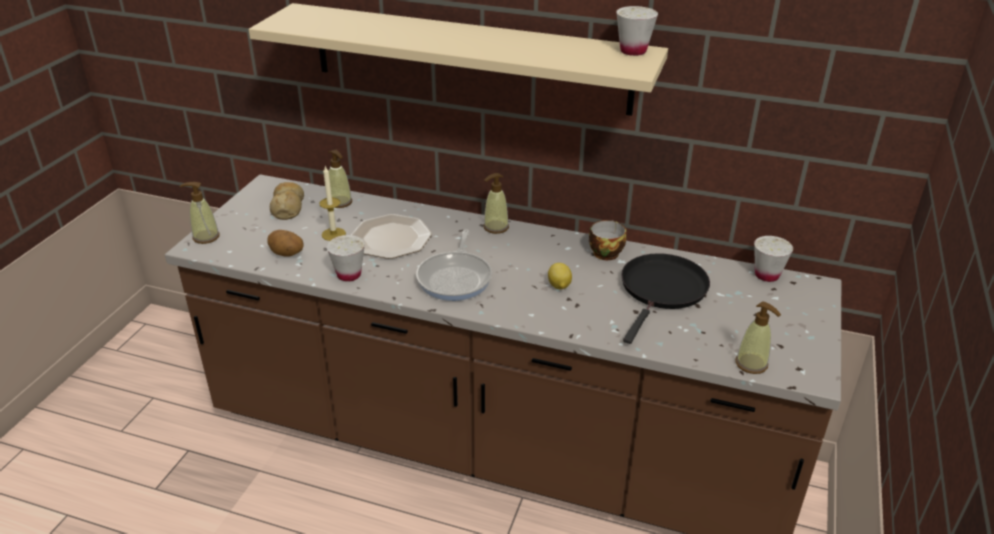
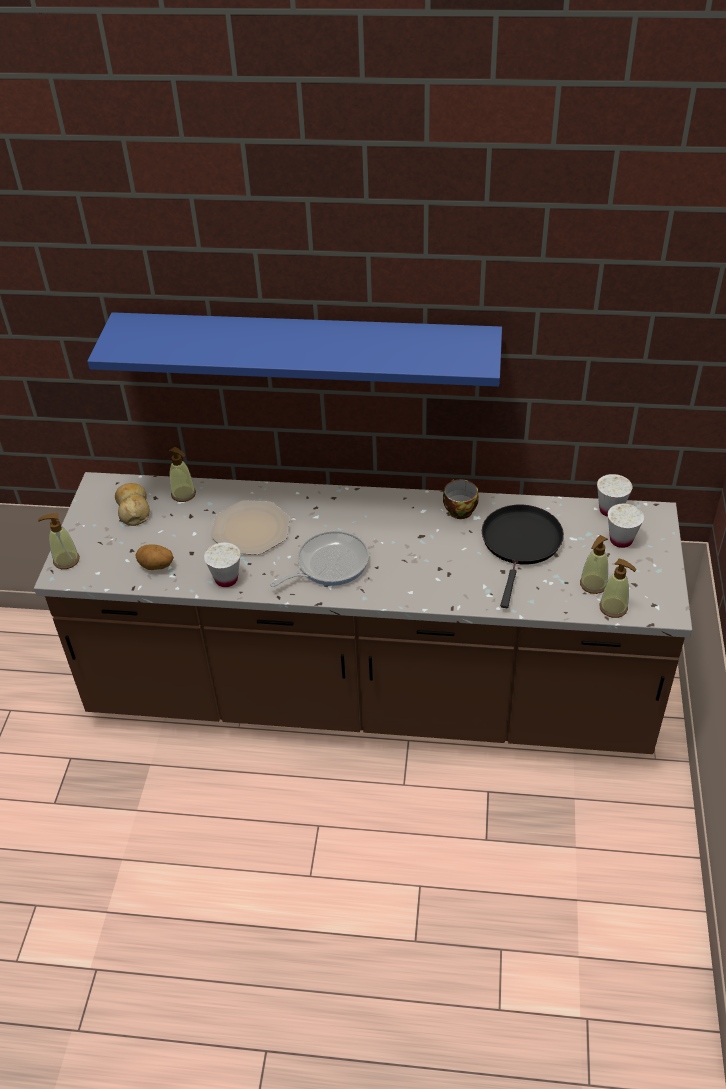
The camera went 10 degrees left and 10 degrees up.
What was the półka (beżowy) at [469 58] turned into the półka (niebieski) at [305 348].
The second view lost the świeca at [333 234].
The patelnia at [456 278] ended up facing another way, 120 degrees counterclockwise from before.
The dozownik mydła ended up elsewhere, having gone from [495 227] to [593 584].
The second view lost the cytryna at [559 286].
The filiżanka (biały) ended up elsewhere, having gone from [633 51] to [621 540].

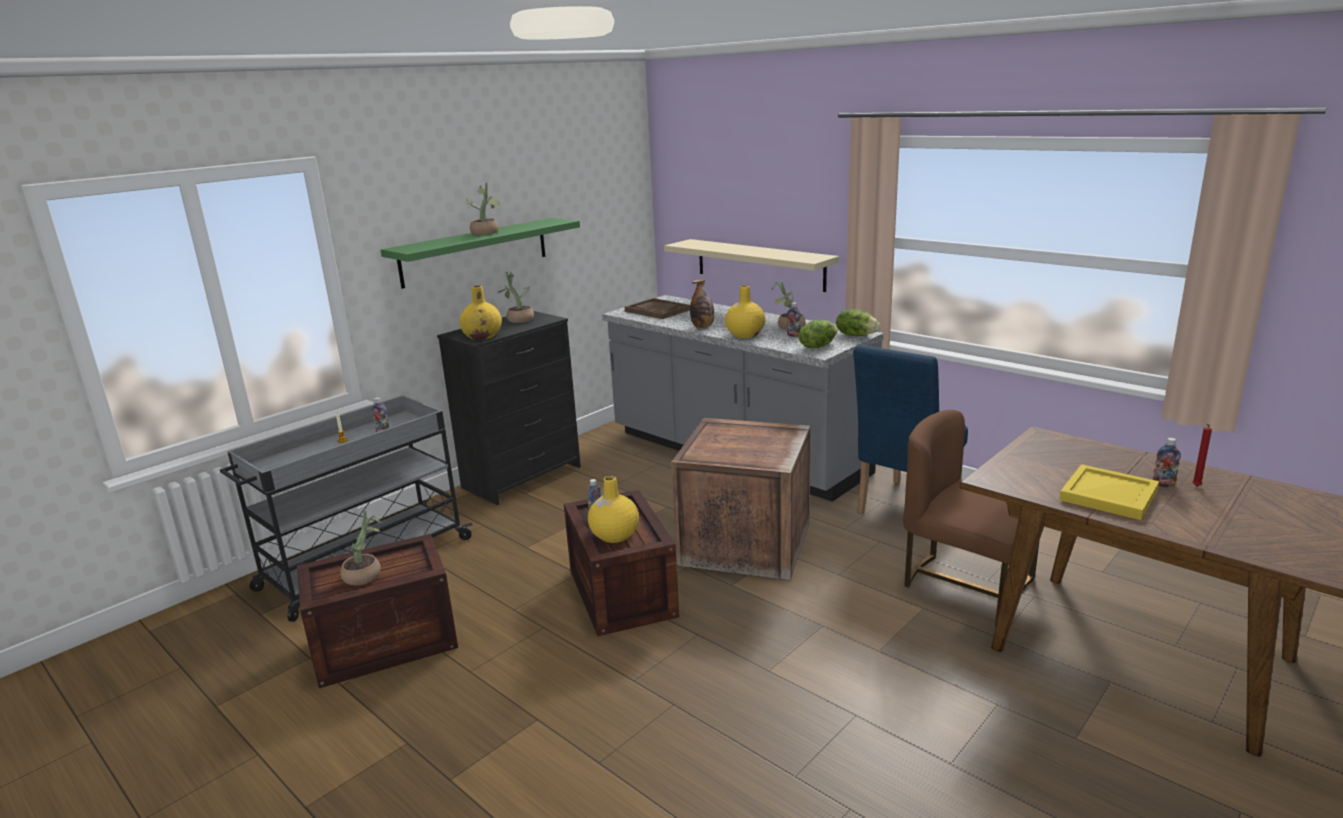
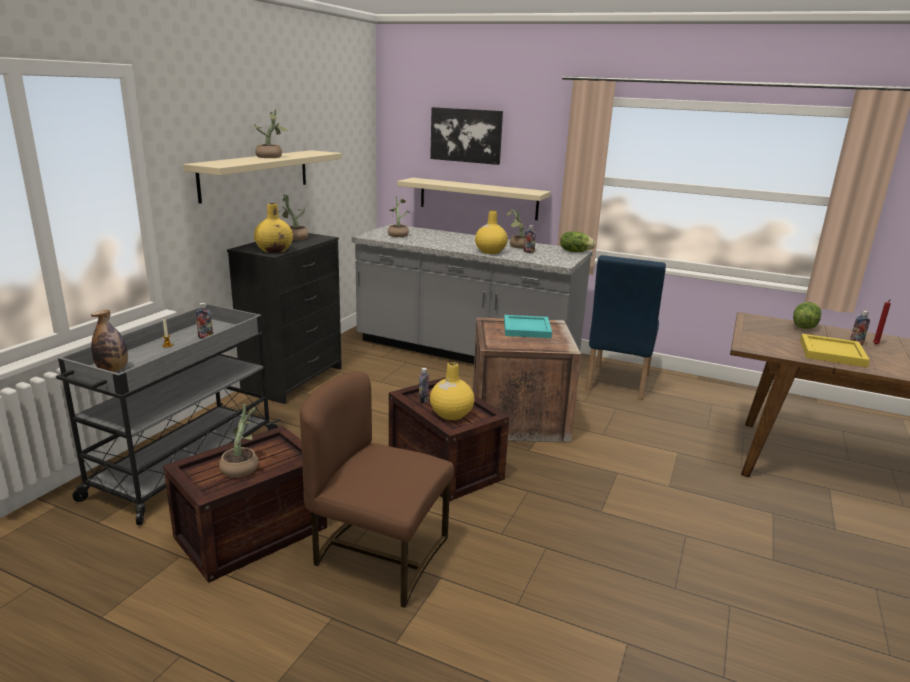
The camera went 20 degrees left and 0 degrees up.
What was the półka (zielony) at [475 252] turned into the półka (beżowy) at [255 174].
Where the taca (brązowy) stood at [657 310], the roślina doniczkowa came to stand at [398 234].
The butelka ended up elsewhere, having gone from [703 327] to [113 370].
The sałata ended up elsewhere, having gone from [817 346] to [803 326].
The krzesło (brązowy) ended up elsewhere, having gone from [965 586] to [378 556].
The second view gained the obraz at [466 135].
The second view gained the taca (turkusowy) at [526 329].

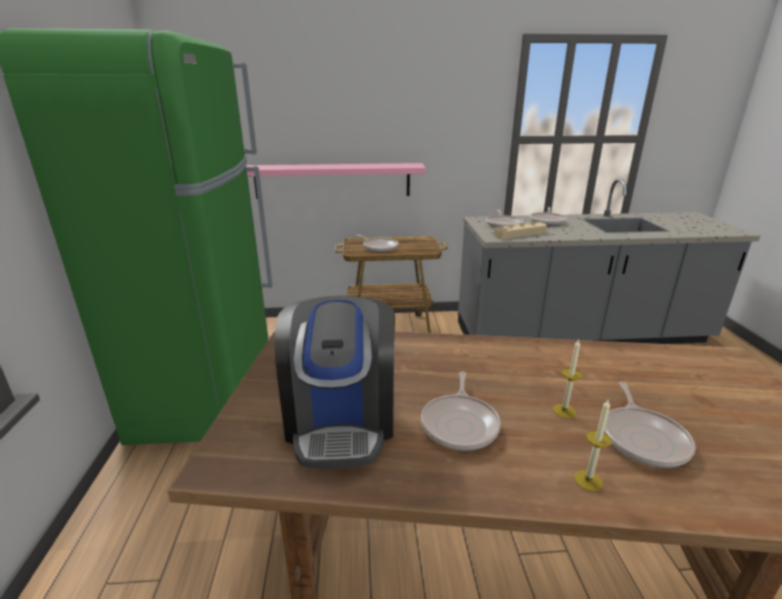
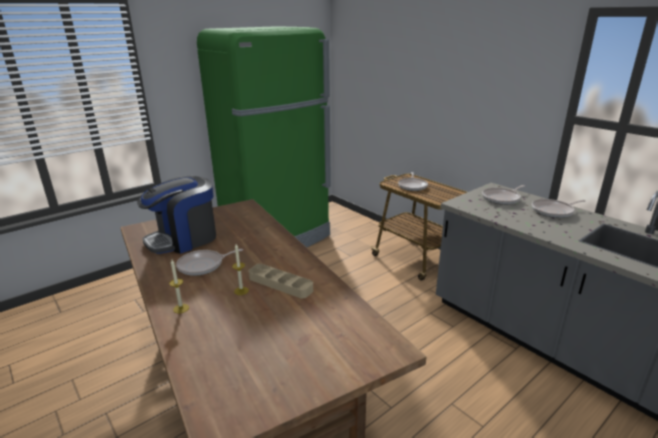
The camera went 55 degrees right and 0 degrees up.
The second view lost the półka (różowy) at [333 180].
The taca (beżowy) ended up elsewhere, having gone from [520 233] to [280 284].
The second view lost the patelnia at [643 438].

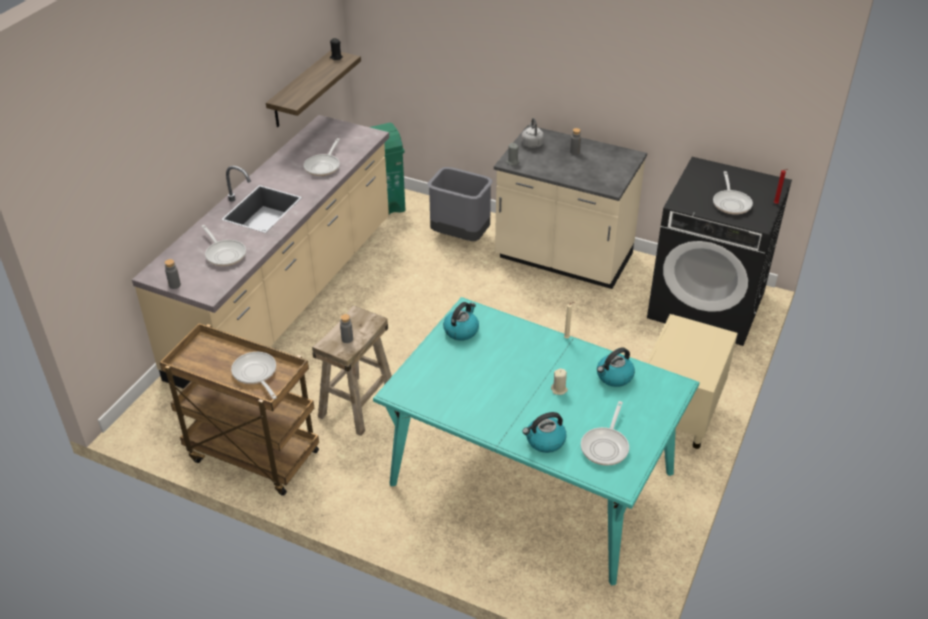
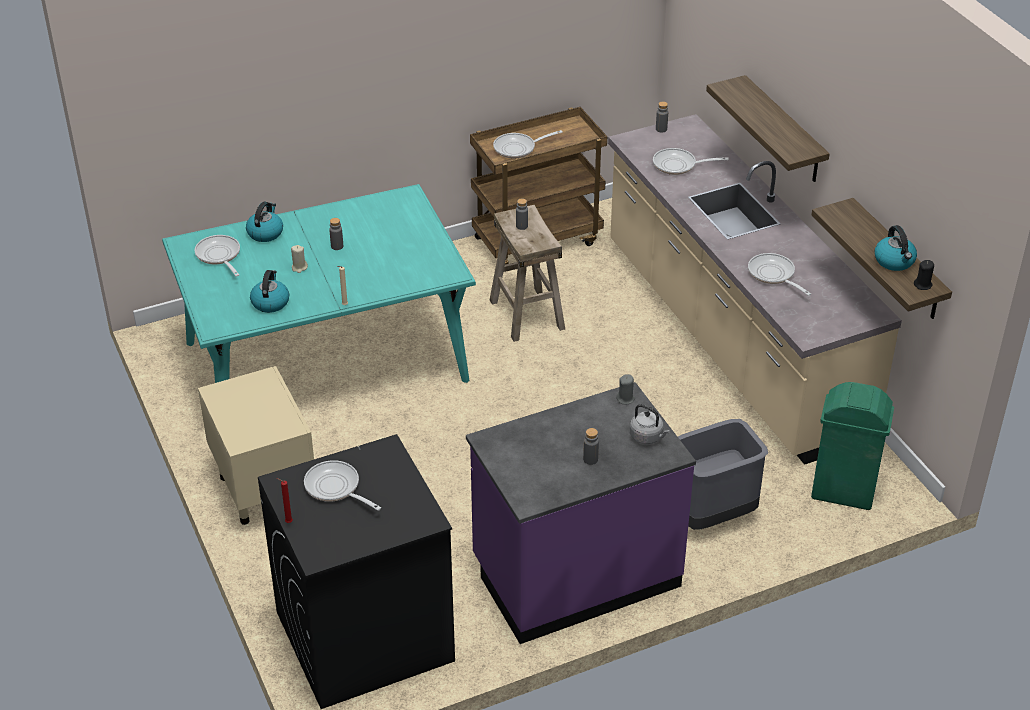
The camera went 130 degrees right and 0 degrees up.
The patelnia at [256 374] ended up facing another way, 150 degrees clockwise from before.
The czajnik ended up elsewhere, having gone from [461 330] to [894 261].
What was the zabudowa kuchenna (beżowy) at [563 259] turned into the zabudowa kuchenna (fioletowy) at [575 573].
The second view gained the butelka (szary) at [337 246].
The second view gained the półka at [784 131].

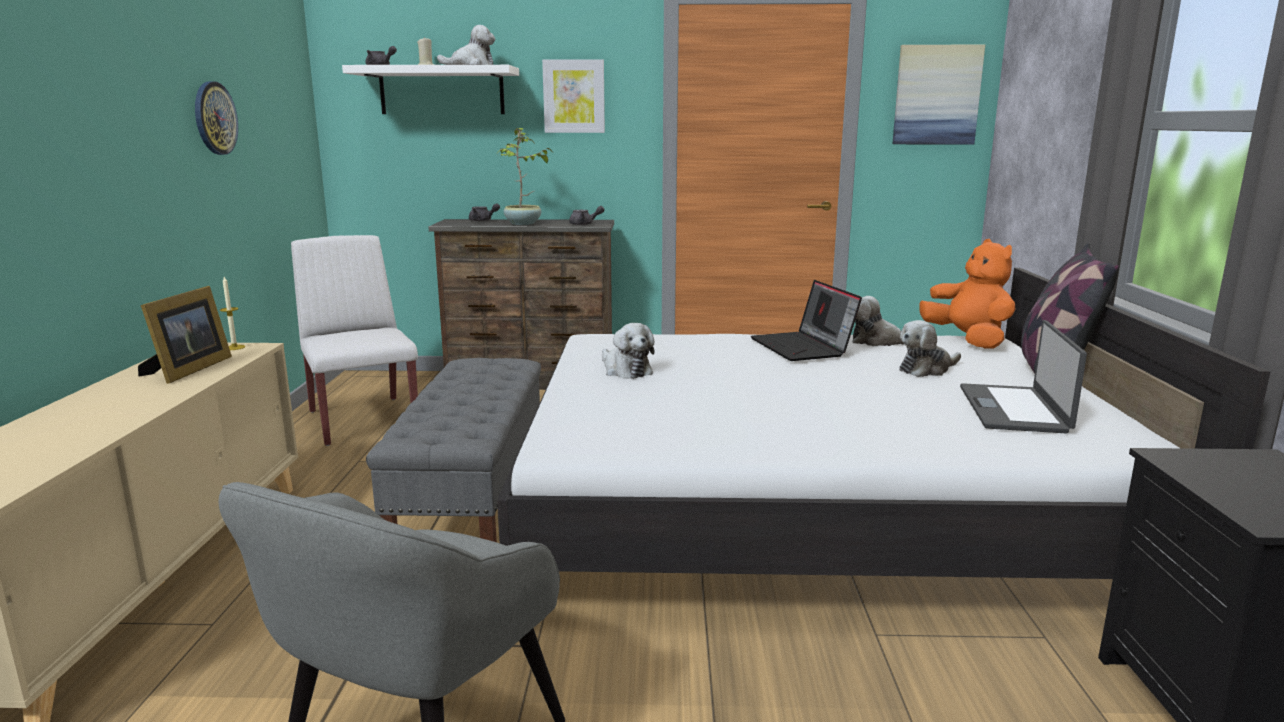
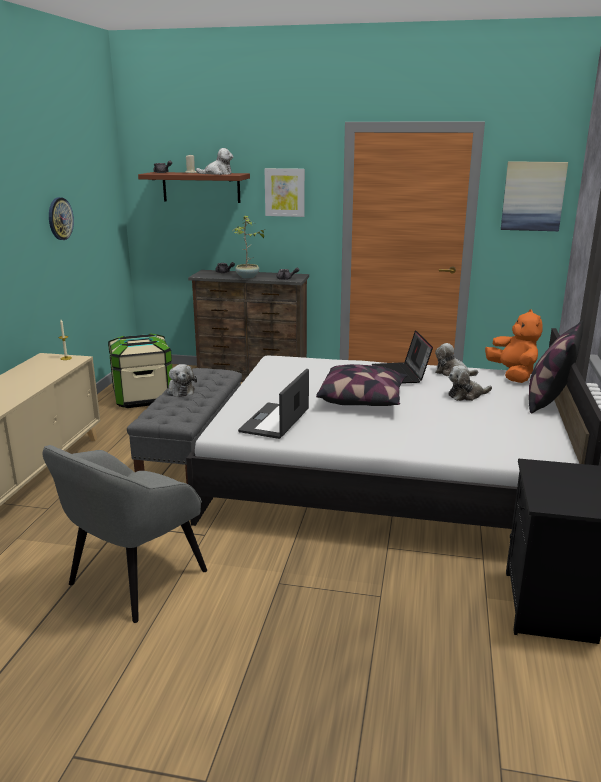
The camera went 10 degrees right and 5 degrees up.
The second view lost the ramka na zdjęcie at [188 370].
Where the krzesło (biały) stood at [362 420], the pojemnik do przechowywania came to stand at [143 397].
What was the półka (biały) at [442 91] turned into the półka (brązowy) at [201 187].
The pluszak ended up elsewhere, having gone from [625 370] to [180 390].
The laptop ended up elsewhere, having gone from [1014 409] to [276 421].
The second view gained the poduszka at [363 400].

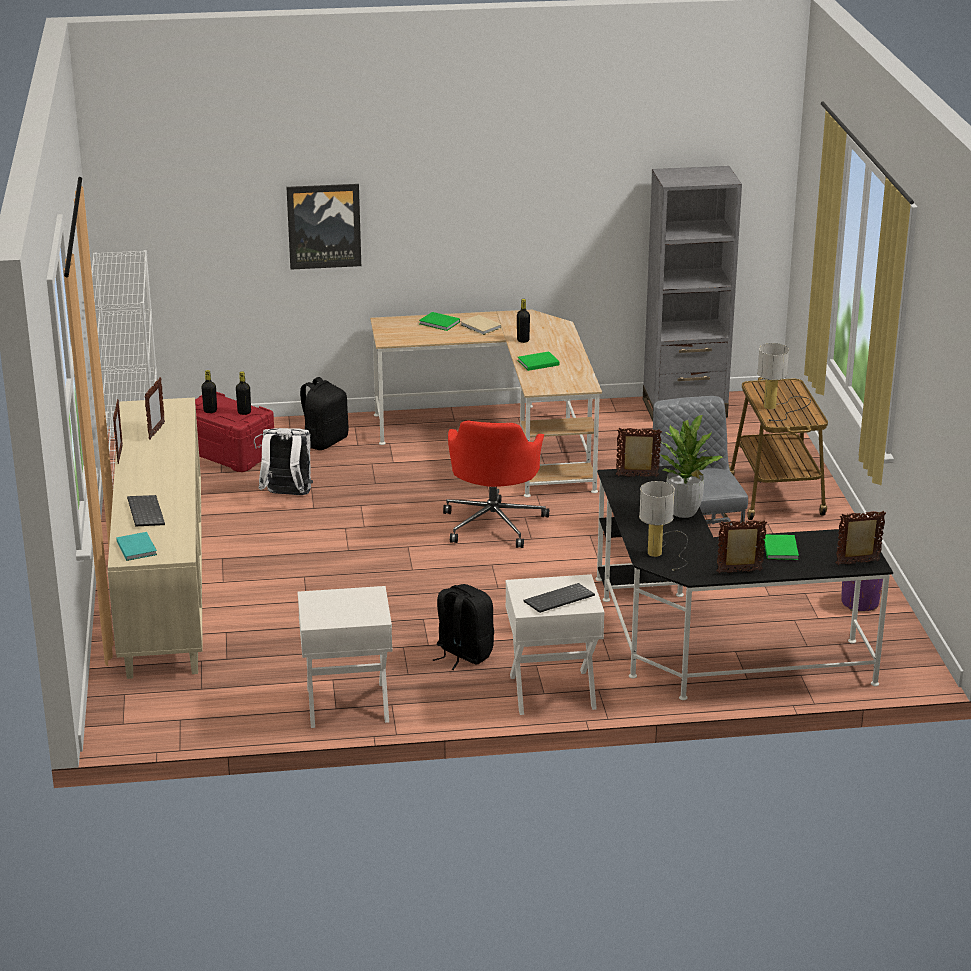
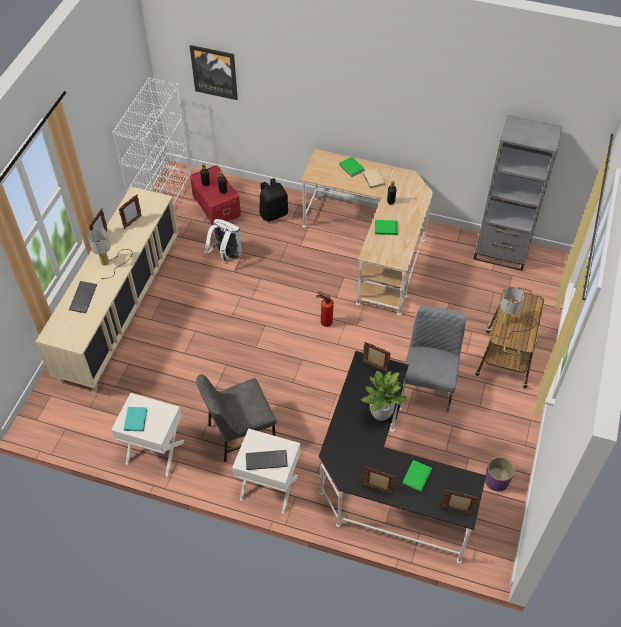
The camera went 25 degrees right and 25 degrees up.
The książka (turkusowy) ended up elsewhere, having gone from [137 547] to [136 419].
The obraz ended up elsewhere, having gone from [324 226] to [214 72].
Where the plecak (czarny) stood at [463 654], the krzesło (szary) came to stand at [240 433].
Where the krzesło biurowe (czerwony) stood at [494 523], the gaśnica came to stand at [324 322].
The lampa stołowa ended up elsewhere, having gone from [663 551] to [110 262].

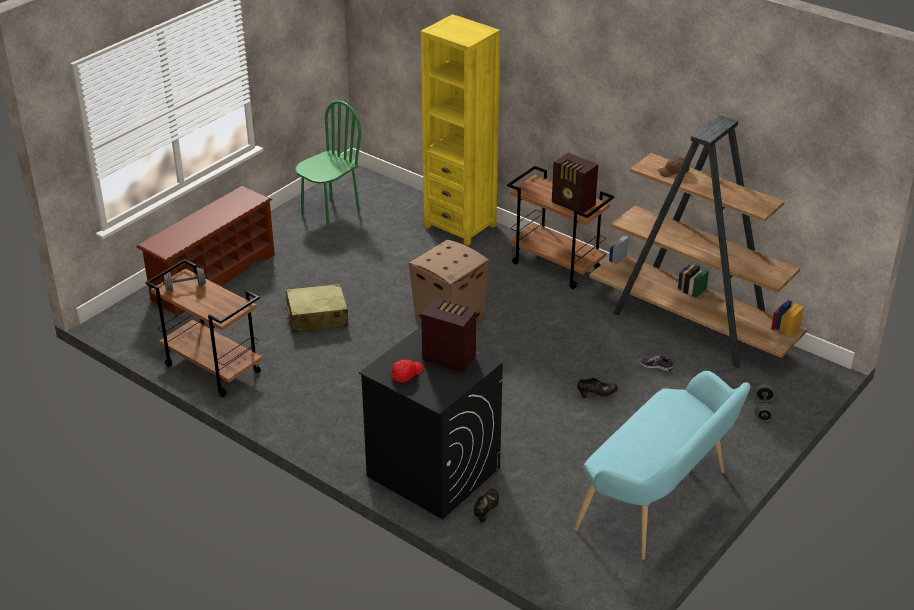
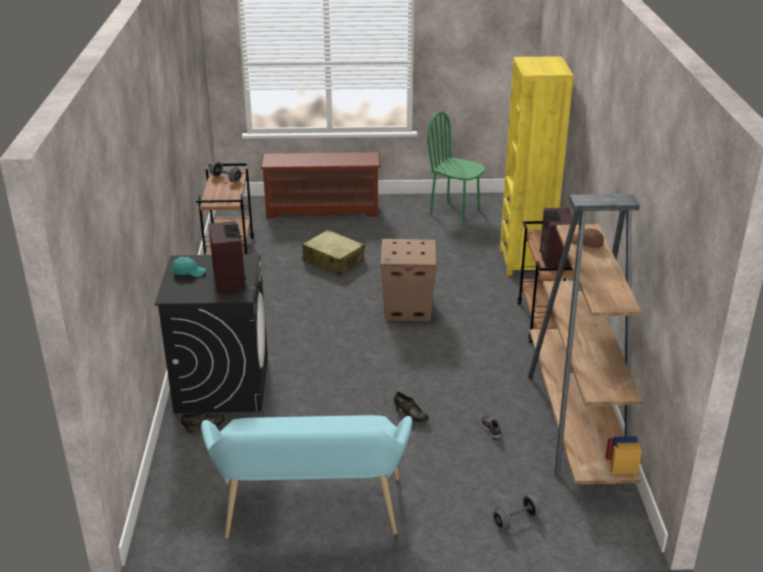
The camera went 50 degrees right and 5 degrees down.
The krzesło (zielony) at [330 213] ended up facing another way, 150 degrees counterclockwise from before.
What was the czapka z daszkiem (czerwony) at [406 374] turned into the czapka z daszkiem (turkusowy) at [188 272].

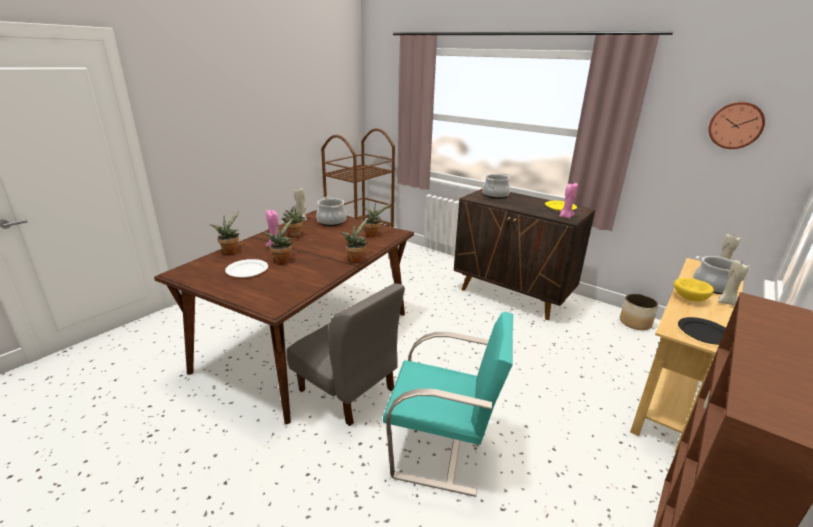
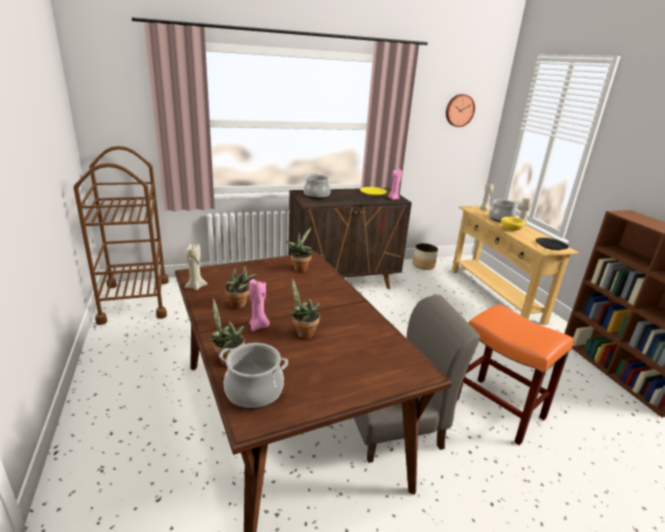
The camera went 55 degrees left and 0 degrees up.
The second view lost the talerz (biały) at [247 270].
The garnek ended up elsewhere, having gone from [332 221] to [254 391].
The second view lost the roślina doniczkowa at [356 259].
Where the krzesło (turkusowy) stood at [442 448], the stołek (pomarańczowy) came to stand at [498 409].

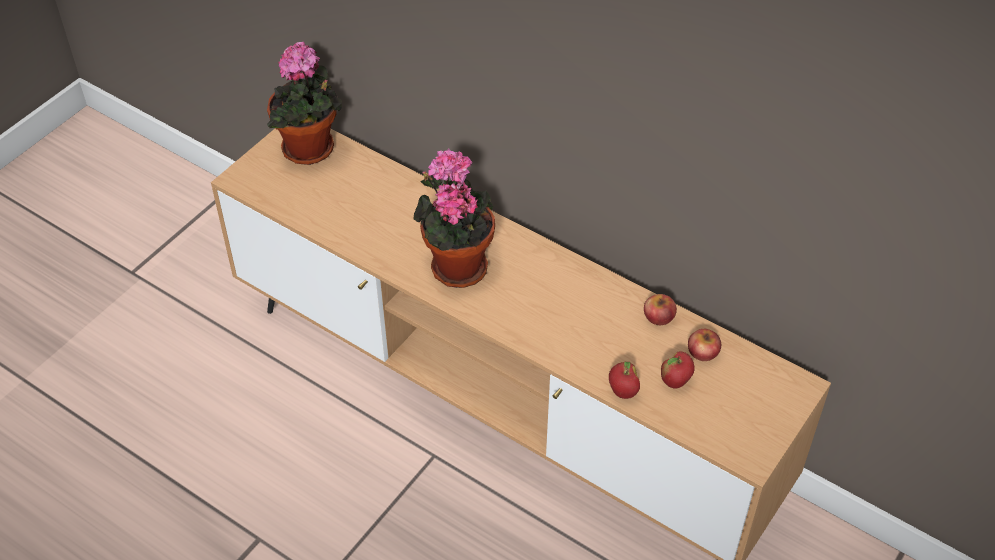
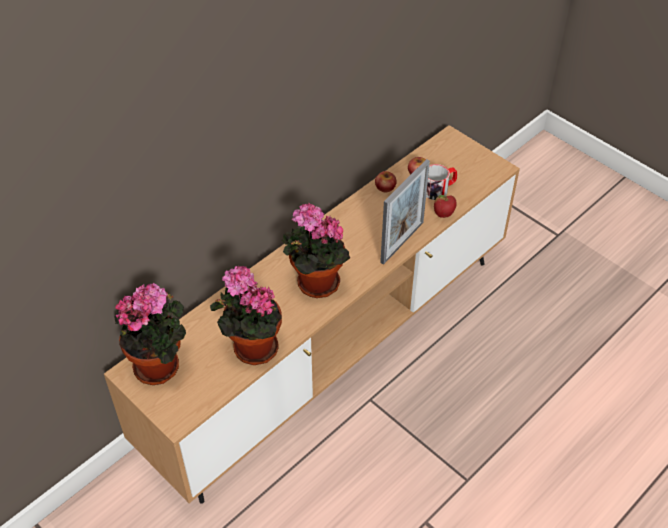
The camera went 80 degrees left and 0 degrees up.
Where the jabłko stood at [675 381], the kubek came to stand at [439 189].
The second view gained the roślina doniczkowa at [251 348].
The second view gained the ramka na zdjęcie at [402 242].

